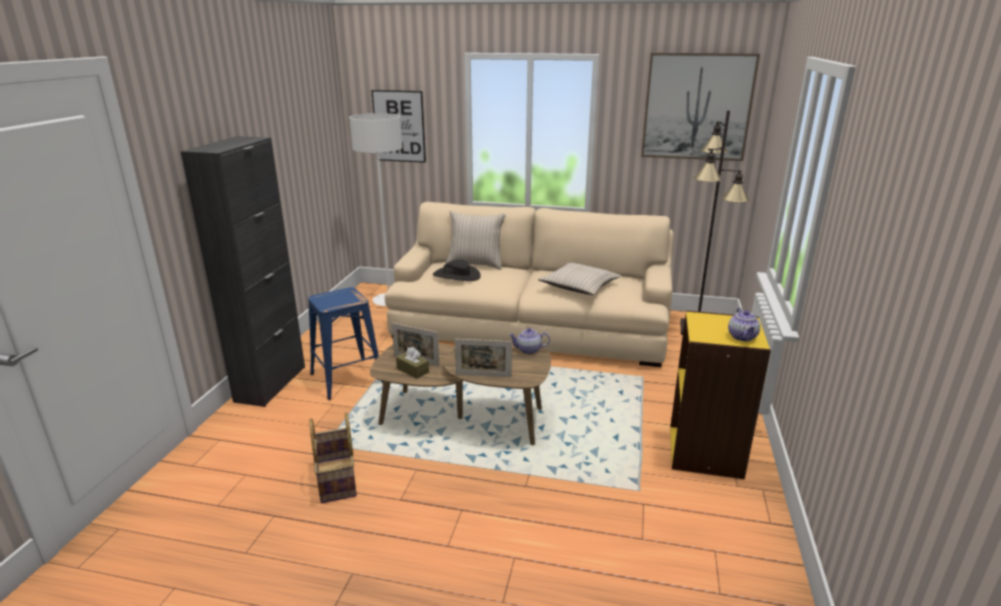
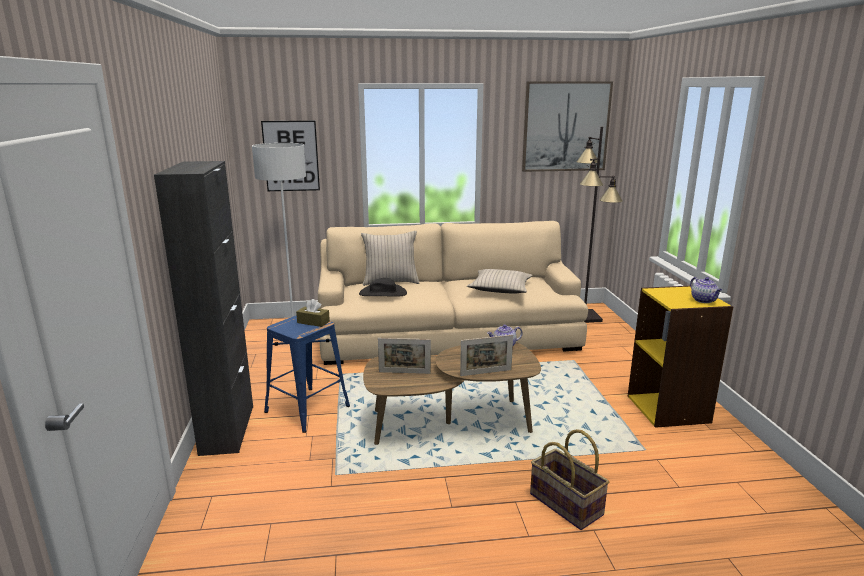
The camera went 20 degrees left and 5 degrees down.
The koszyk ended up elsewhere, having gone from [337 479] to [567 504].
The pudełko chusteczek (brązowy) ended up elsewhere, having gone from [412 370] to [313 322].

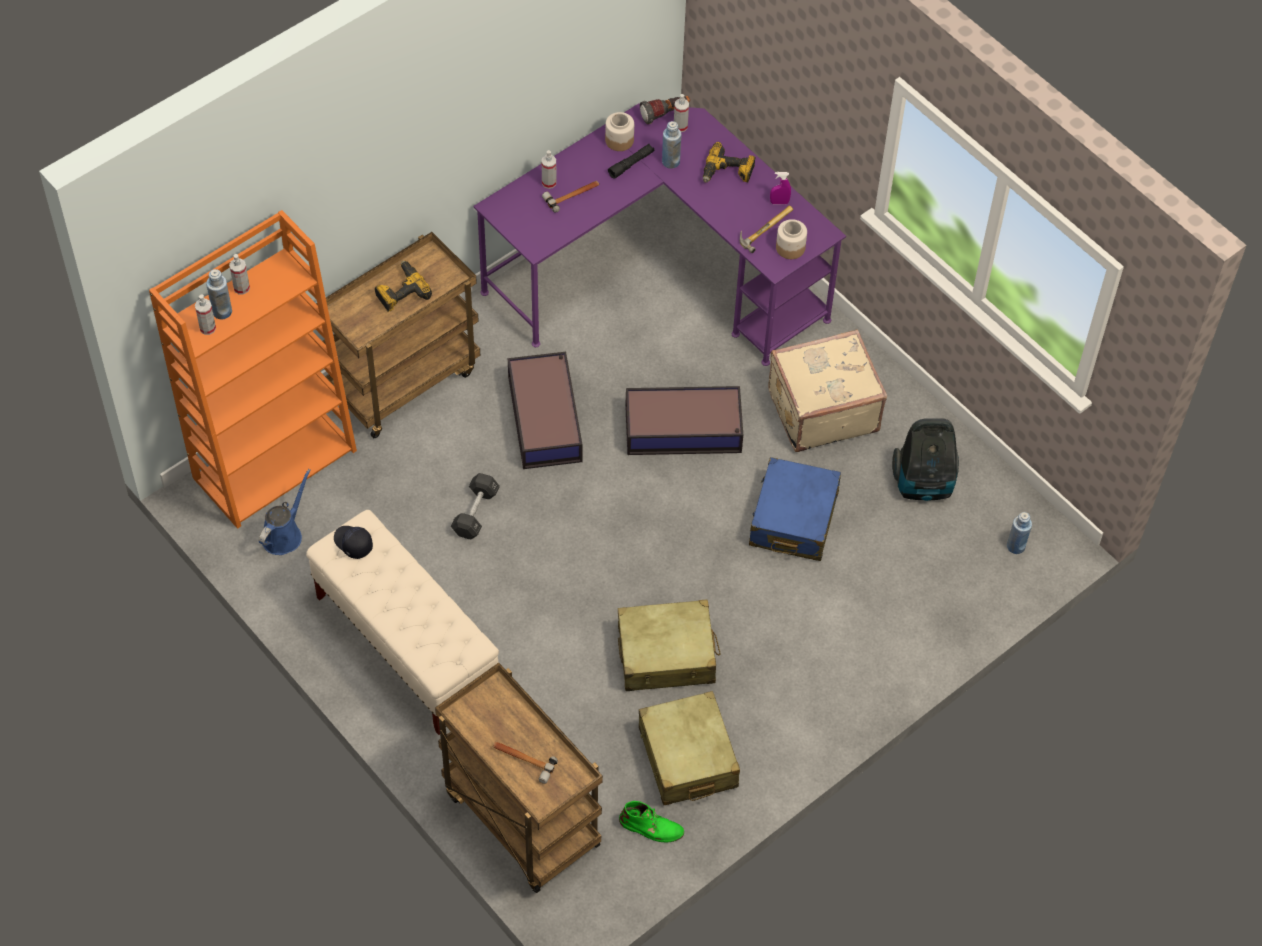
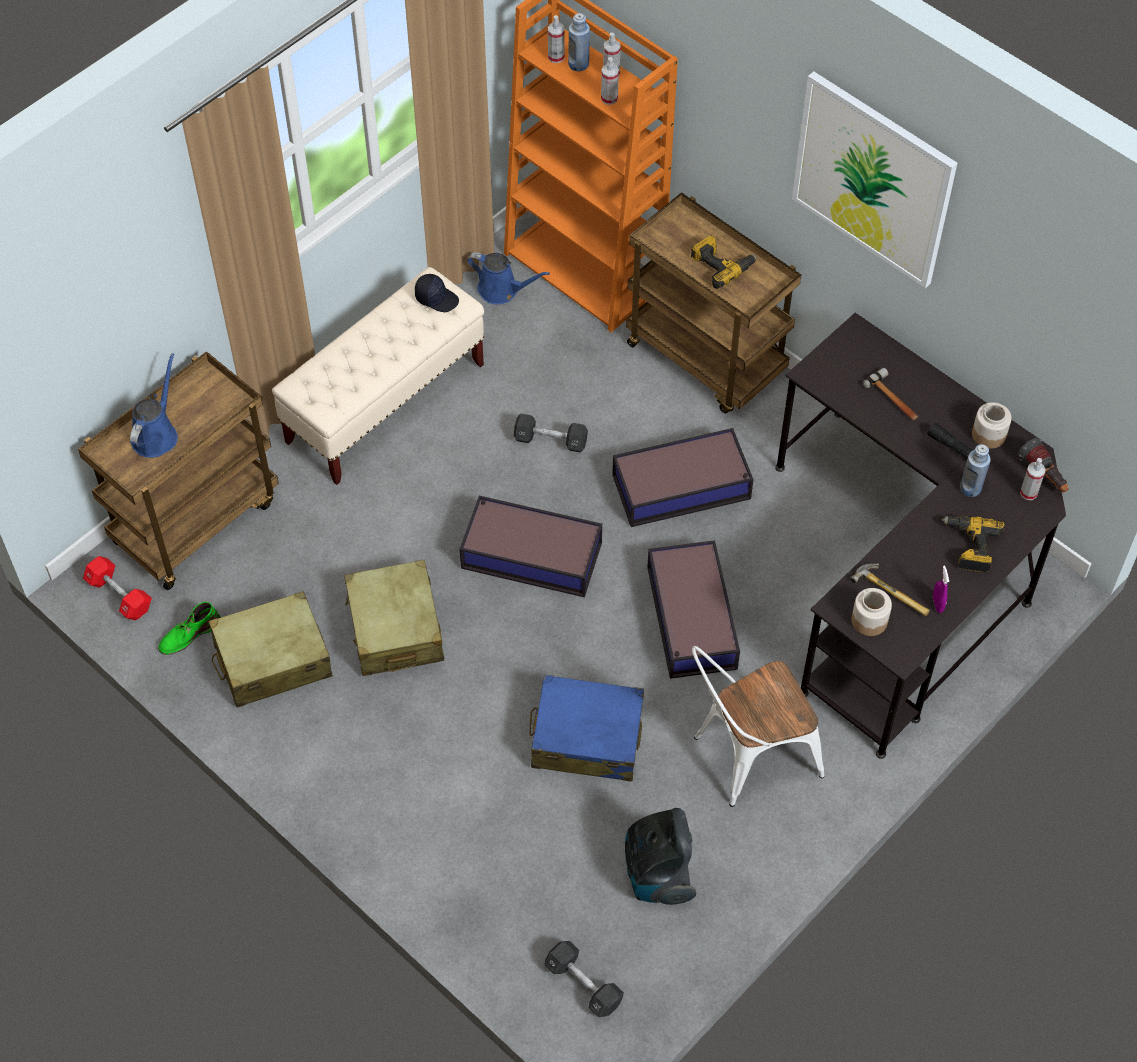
The camera went 85 degrees right and 0 degrees up.
The czapka z daszkiem (czarny) at [353 544] ended up facing another way, 75 degrees clockwise from before.
What was the biurko (fioletowy) at [658 275] turned into the biurko (czarny) at [905 574].
Where the młotek stood at [522 760], the konewka (niebieski) came to stand at [156 434].
The spryskiwacz ended up elsewhere, having gone from [549 183] to [609 98].
The but z cholewką (zielony) at [651 827] ended up facing another way, 45 degrees clockwise from before.
Where the walizka (beżowy) stood at [821 409], the krzesło (biały) came to stand at [747 757].
Where the butelka (niebieski) stood at [1016 546], the hantel (czarny) came to stand at [583 984].
The second view gained the hantel (czerwony) at [119 595].
The second view gained the pojemnik do przechowywania at [530 554].
The second view gained the obraz at [873 179].

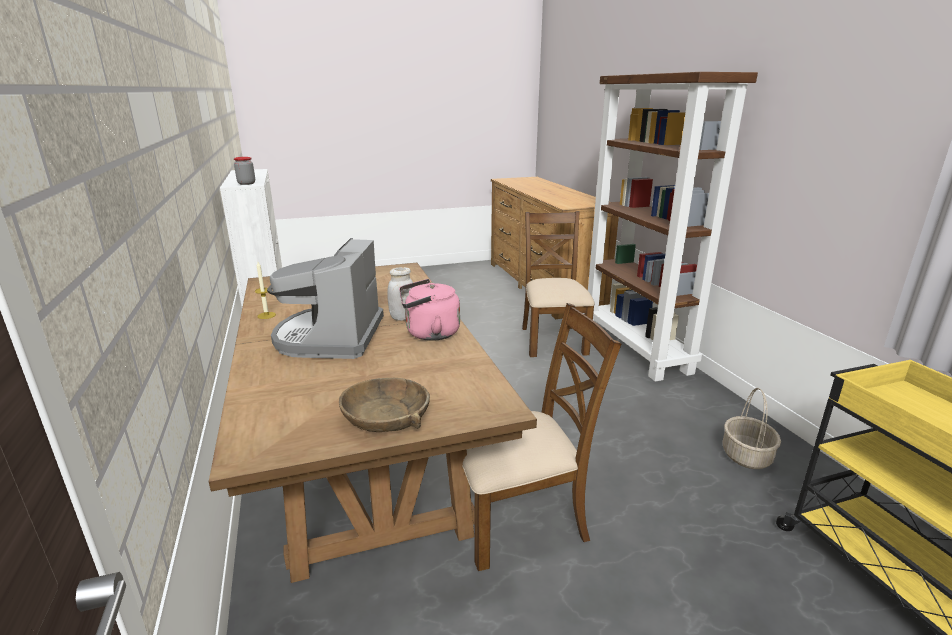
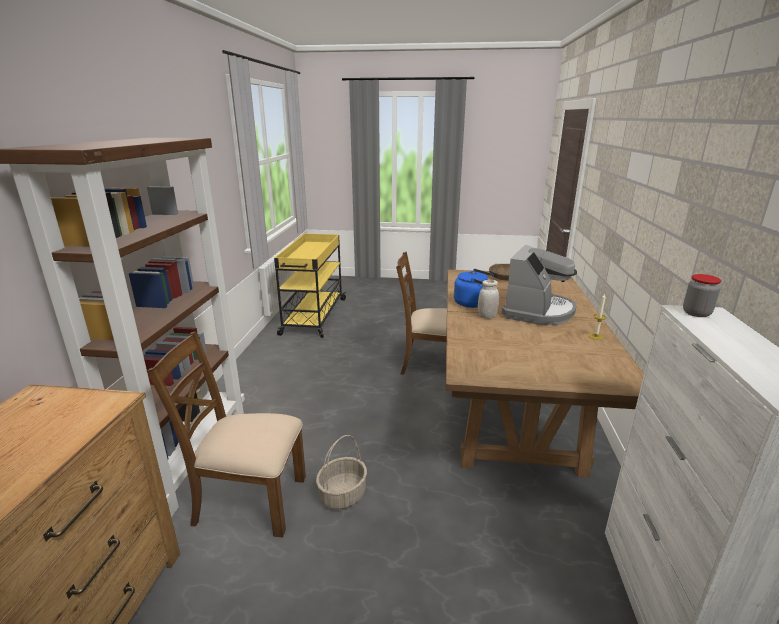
The camera went 155 degrees left and 0 degrees up.
What was the czajnik (różowy) at [429 333] turned into the czajnik (niebieski) at [473 303].
The krzesło (brązowy) at [552 340] ended up facing another way, 75 degrees clockwise from before.
The koszyk ended up elsewhere, having gone from [745 455] to [342 495].

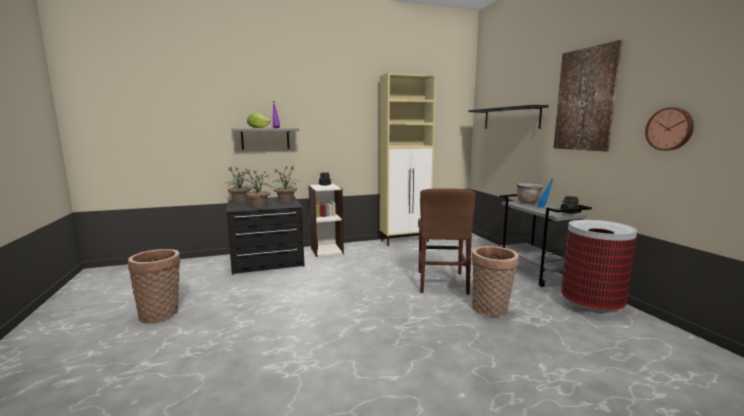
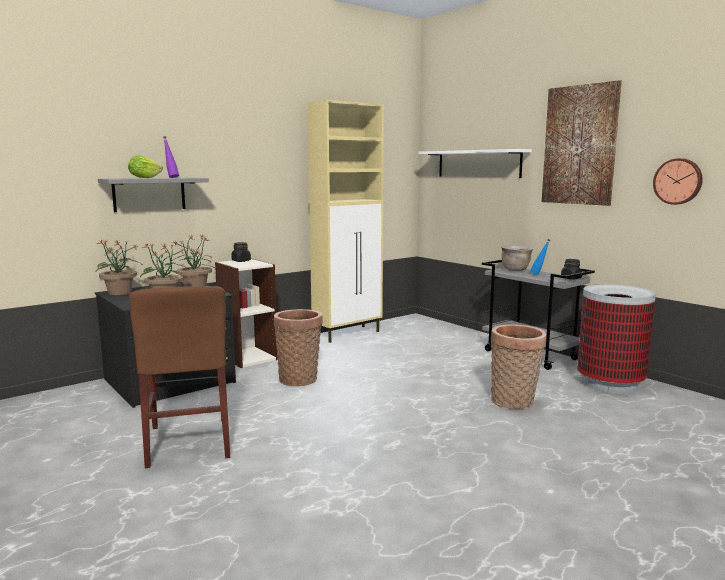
The camera went 20 degrees left and 0 degrees up.
The koszyk ended up elsewhere, having gone from [161 313] to [299 378].
The krzesło (brązowy) ended up elsewhere, having gone from [442 282] to [189 441].
What was the półka (czarny) at [510 118] turned into the półka (biały) at [478 164].

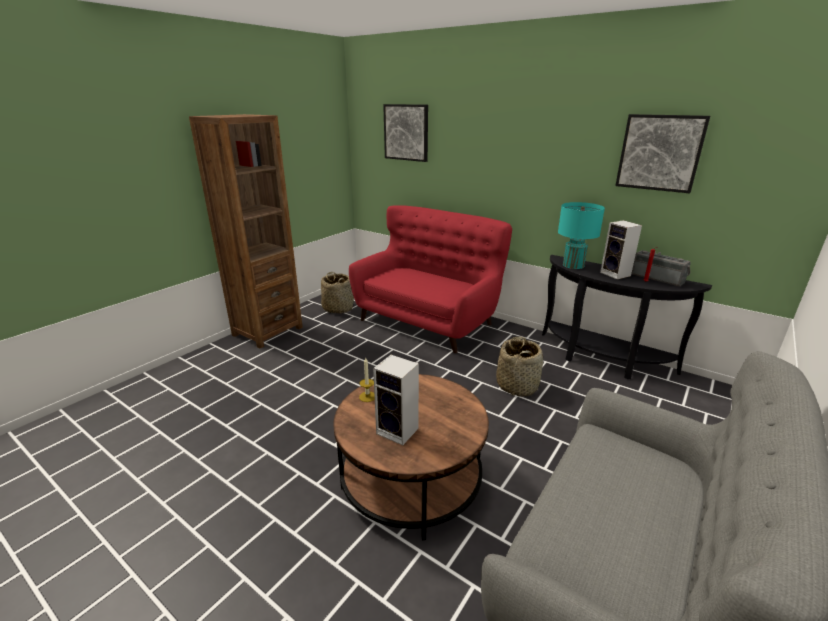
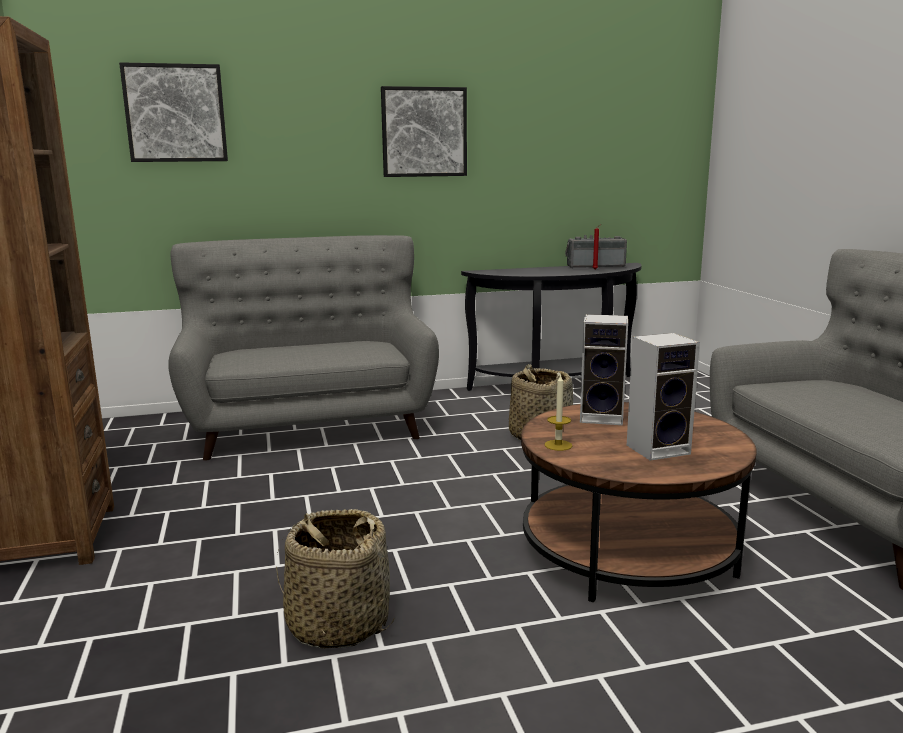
The camera went 50 degrees left and 10 degrees down.
The koszyk ended up elsewhere, having gone from [338 308] to [337 623].
What was the kanapa (czerwony) at [427 321] turned into the kanapa (szary) at [310 425].
The second view lost the lampa stołowa (turkusowy) at [573 265].
The głośnik ended up elsewhere, having gone from [616 274] to [603 417].
The obraz ended up elsewhere, having gone from [660 153] to [424 132].

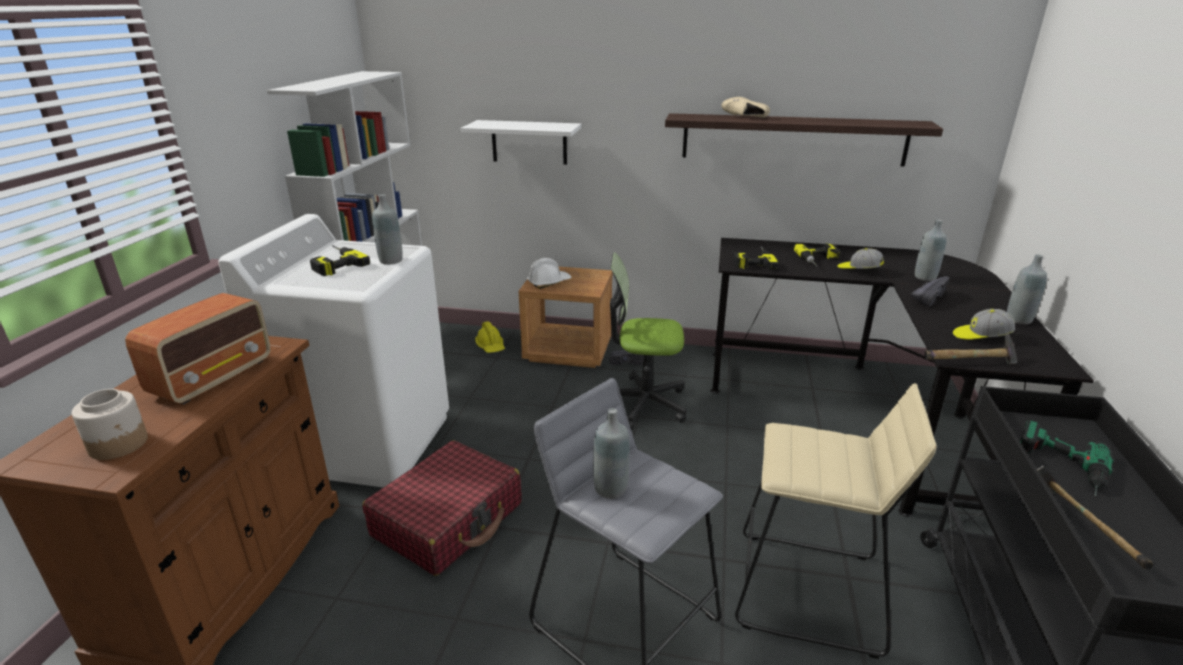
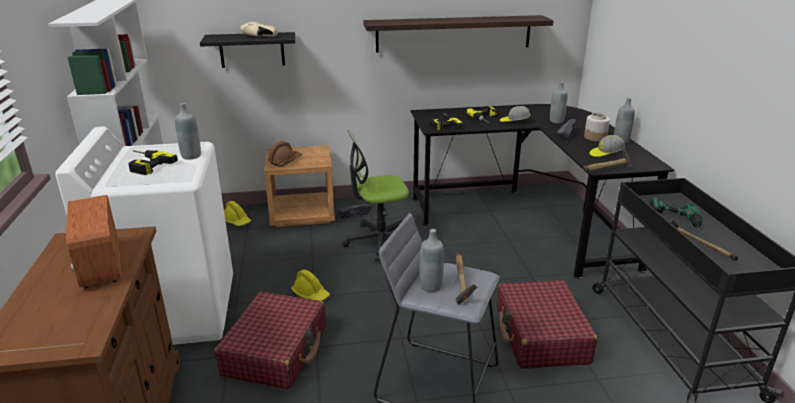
The camera went 20 degrees left and 0 degrees up.
The słoik ended up elsewhere, having gone from [119 444] to [595 137].
The radio at [214 377] ended up facing another way, 150 degrees clockwise from before.
What was the półka (biały) at [529 142] turned into the półka (czarny) at [252 50].
What was the kask (biały) at [549 282] turned into the kask (brązowy) at [285 161].
The but (beżowy) ended up elsewhere, having gone from [744 117] to [259 37].
Where the stołek (beżowy) stood at [808 591], the walizka (czerwony) came to stand at [541 336].
The second view gained the kask (żółty) at [311 294].
The second view gained the młotek at [461 283].

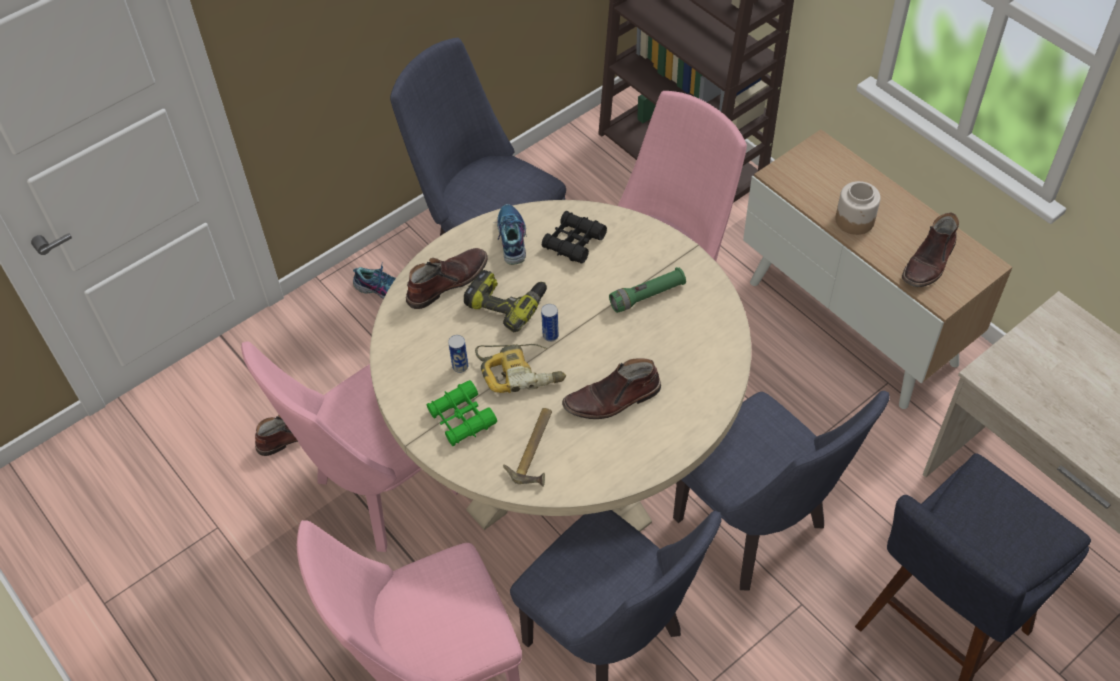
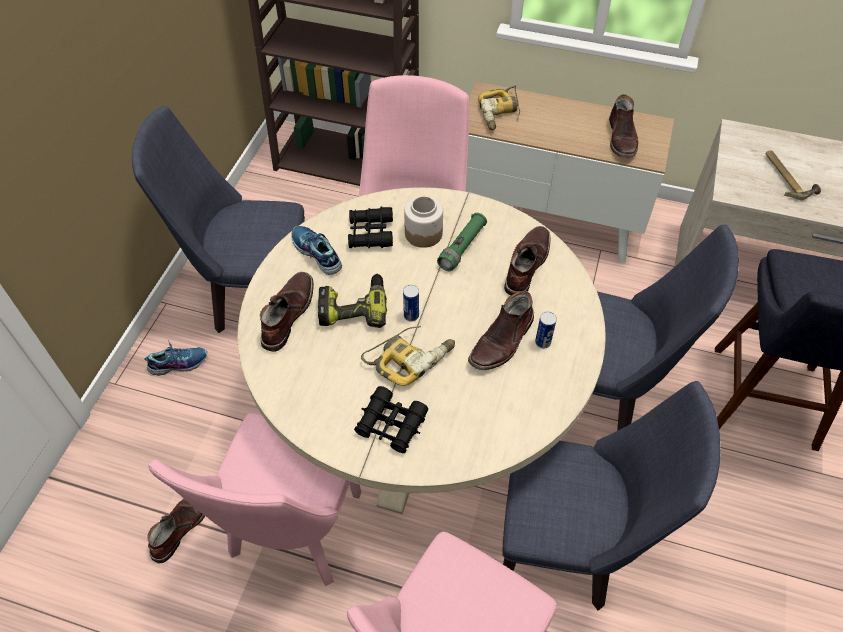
The camera went 35 degrees left and 0 degrees up.
What was the lornetka (zielony) at [462 418] turned into the lornetka (czarny) at [391 424].
The puszka ended up elsewhere, having gone from [460 366] to [542 342].
The młotek ended up elsewhere, having gone from [536 450] to [787 177].
The słoik ended up elsewhere, having gone from [855 220] to [423 233].
The second view gained the wiertarka at [500 113].
The second view gained the but z cholewką (brązowy) at [525 265].

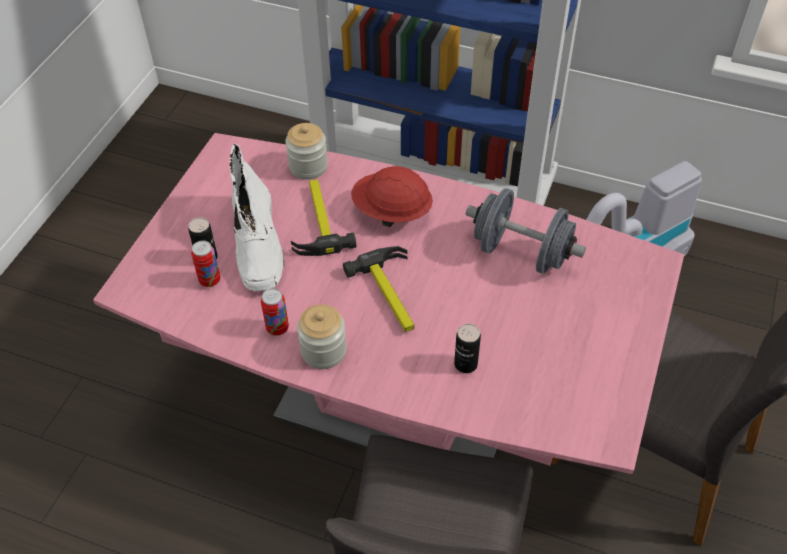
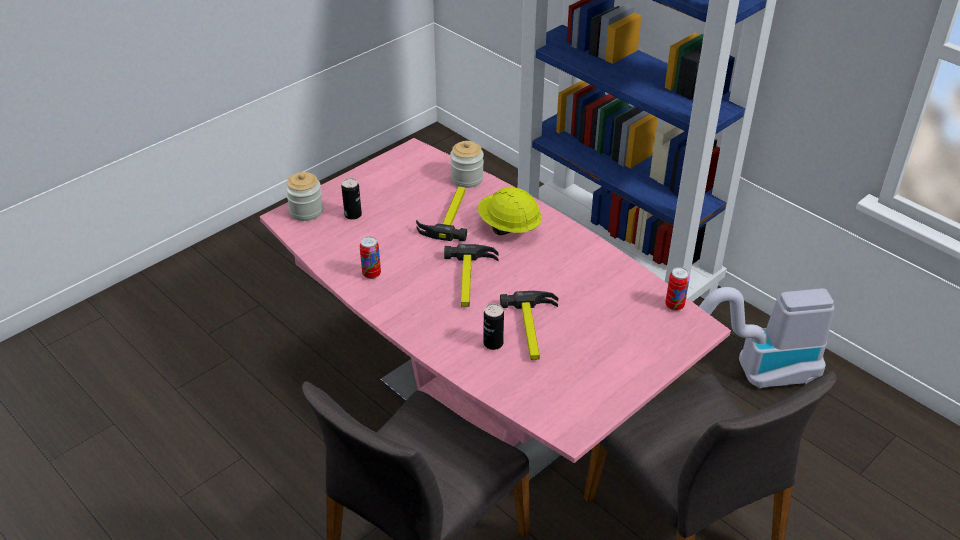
The camera went 25 degrees right and 10 degrees down.
The puszka ended up elsewhere, having gone from [210 280] to [674 305].
The second view lost the but z cholewką (biały) at [258 246].
The słoik ended up elsewhere, having gone from [323 351] to [306 211].
What was the kask (czerwony) at [391 212] turned into the kask (żółty) at [509 227].
The second view lost the hantel (szary) at [521 252].
The second view gained the młotek at [533 330].

